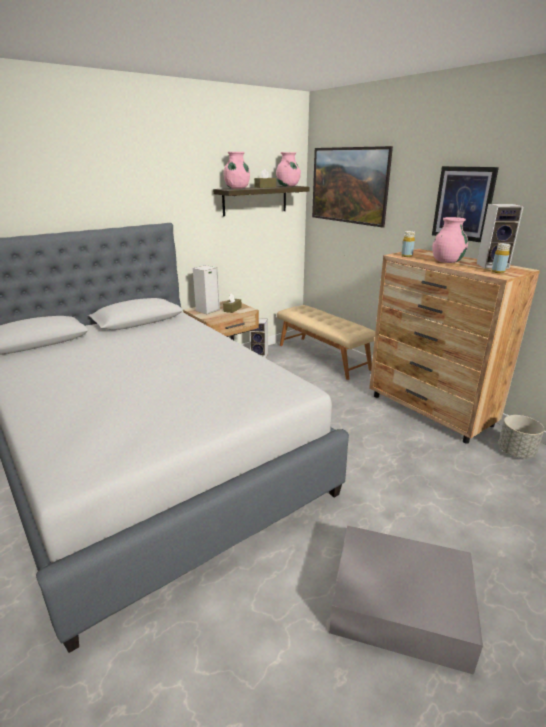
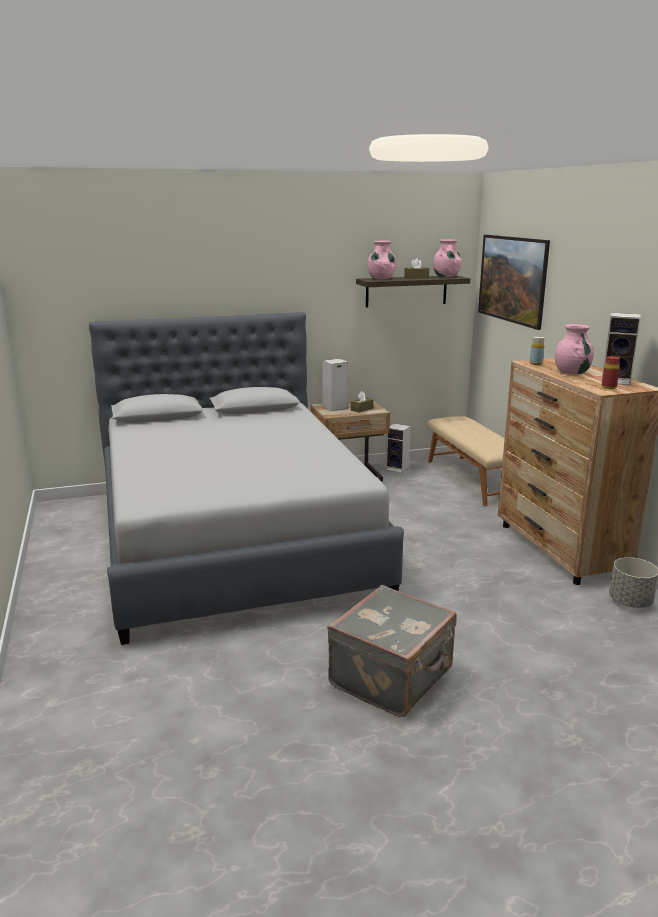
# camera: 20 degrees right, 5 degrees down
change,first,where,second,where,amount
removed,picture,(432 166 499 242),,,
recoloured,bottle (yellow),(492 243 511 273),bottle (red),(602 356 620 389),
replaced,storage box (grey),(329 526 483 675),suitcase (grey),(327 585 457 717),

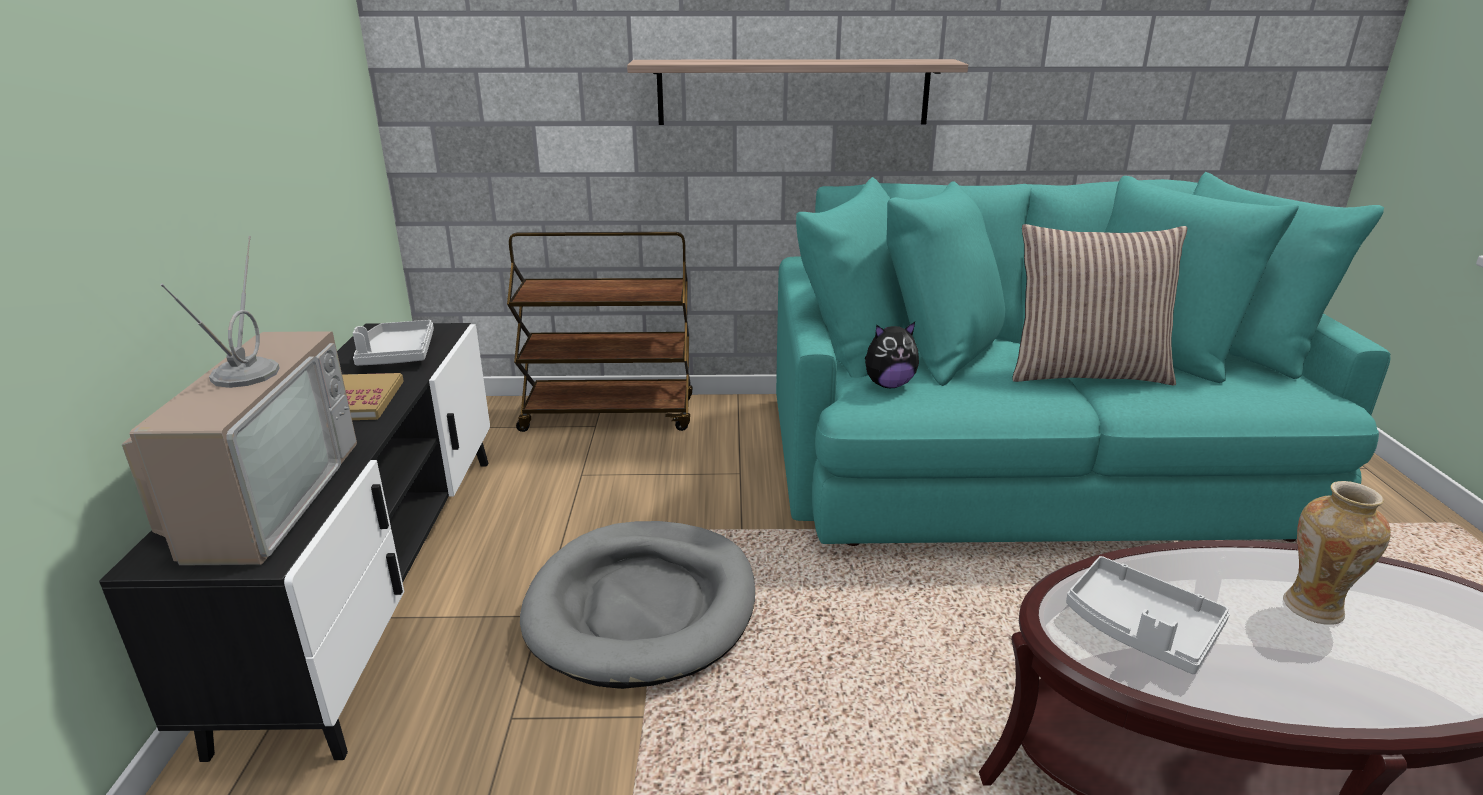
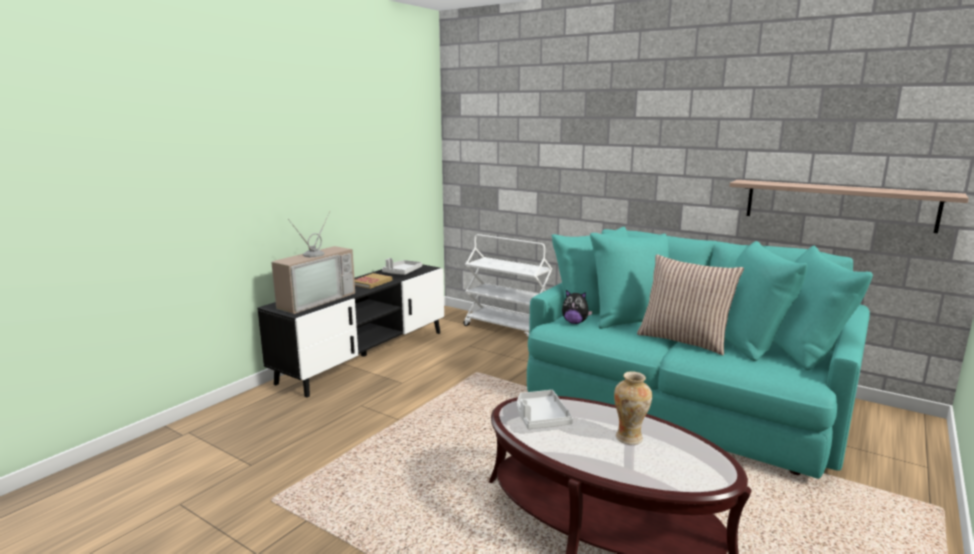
# camera: 35 degrees right, 10 degrees down
change,first,where,second,where,amount
moved,shelf,(627 59 968 125),,(729 180 969 233),
recoloured,cart (brown),(507 232 693 432),cart (white),(463 234 552 336),
removed,dog bed (grey),(520 521 755 689),,,

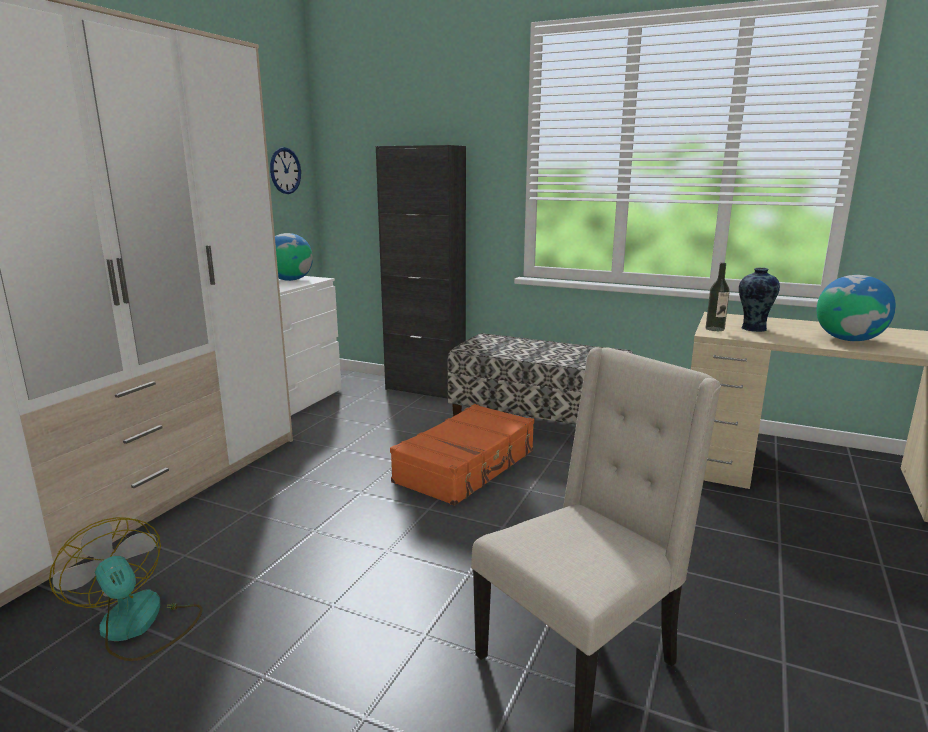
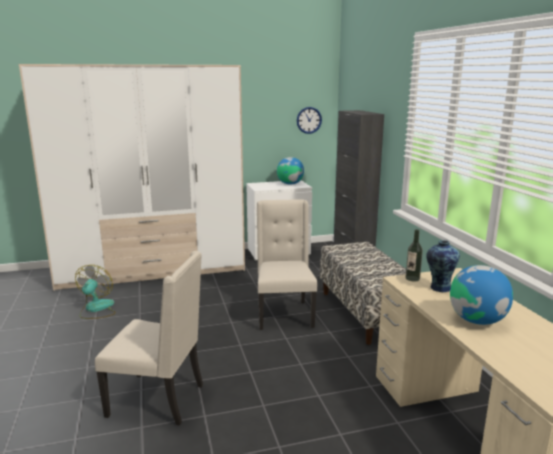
# camera: 50 degrees right, 0 degrees up
change,first,where,second,where,amount
replaced,suitcase (orange),(390 404 534 506),chair (beige),(257 199 317 330),

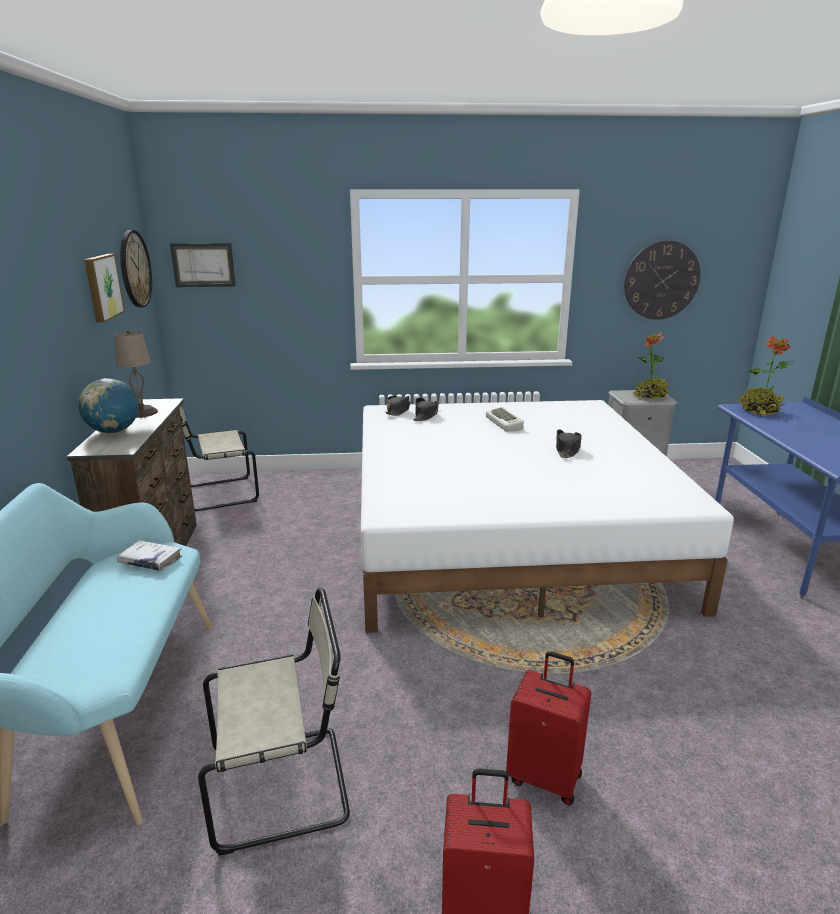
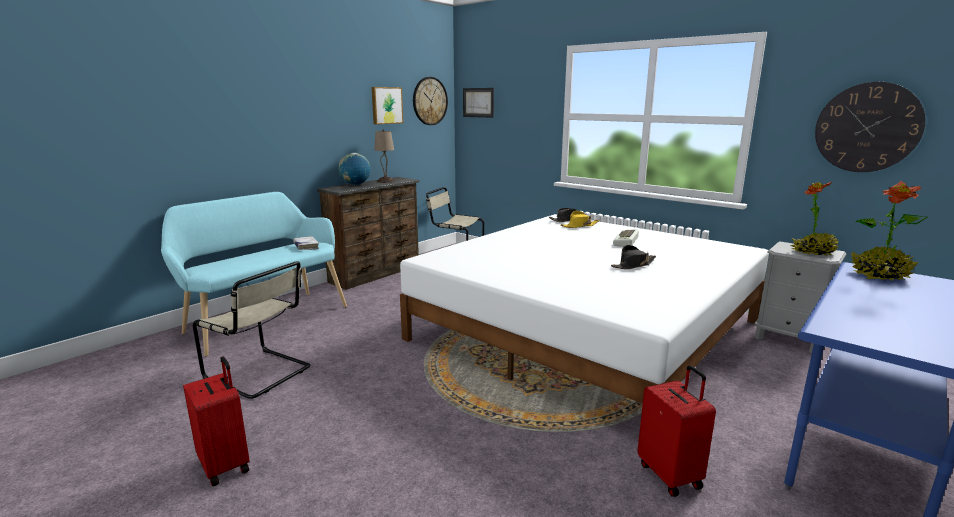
# camera: 45 degrees right, 5 degrees down
change,first,where,second,where,amount
recoloured,hat (black),(413 398 439 421),hat (yellow),(560 211 599 228),
moved,suitcase (red),(506 651 591 805),,(638 365 716 497),

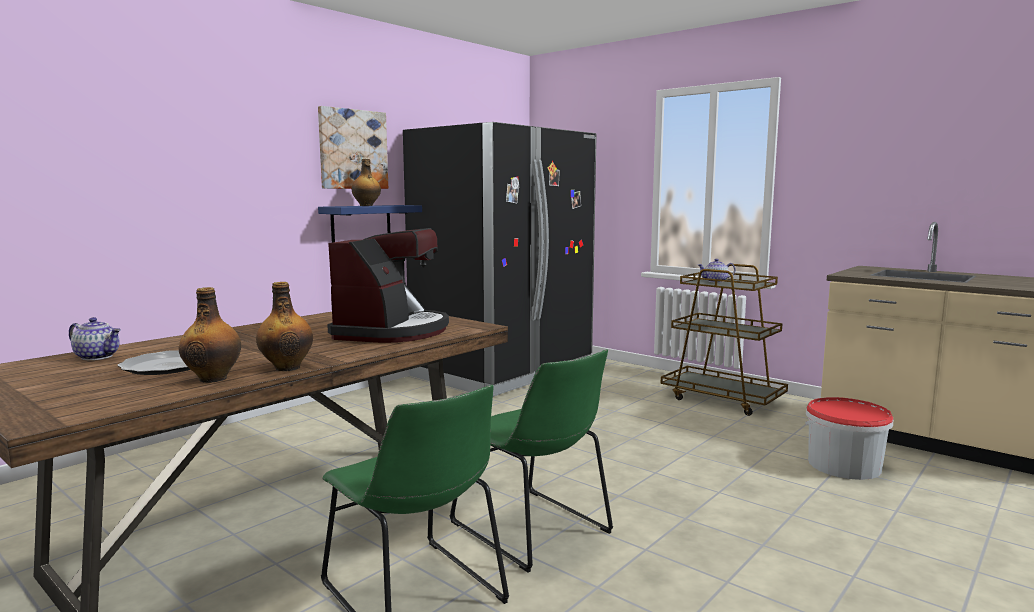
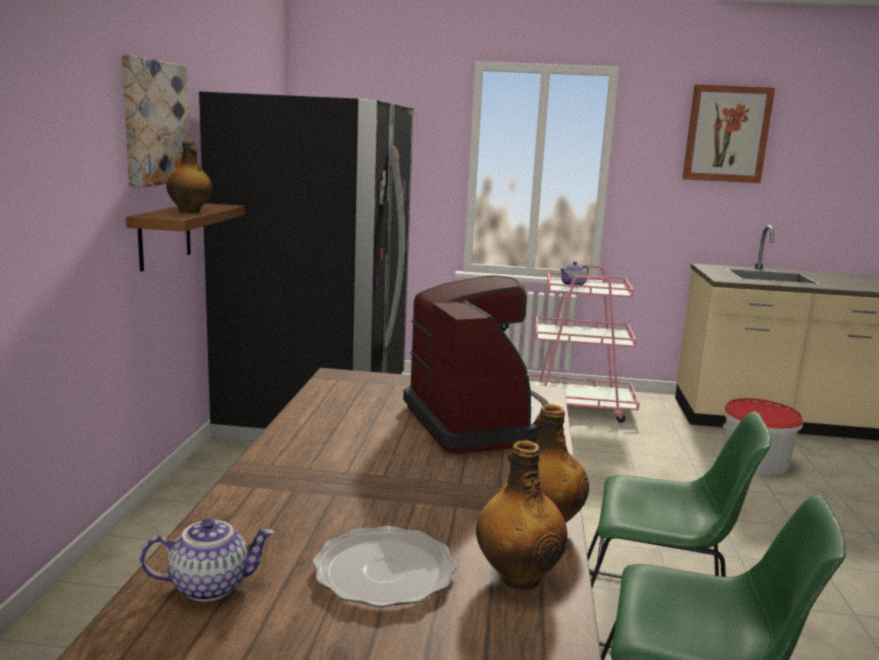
# camera: 35 degrees left, 5 degrees up
change,first,where,second,where,amount
recoloured,shelf (blue),(318 205 422 243),shelf (brown),(126 203 245 272),
recoloured,cart (brown),(660 264 788 416),cart (pink),(527 264 640 423),
added,,,picture,(683 85 775 183),

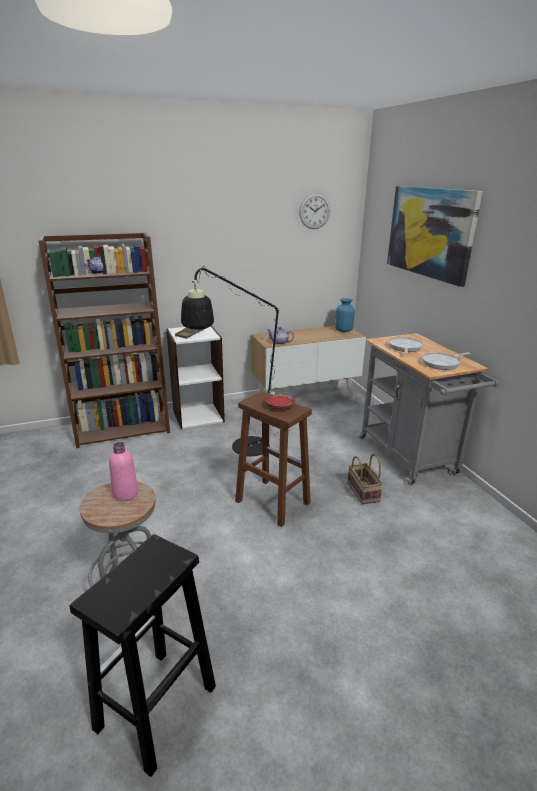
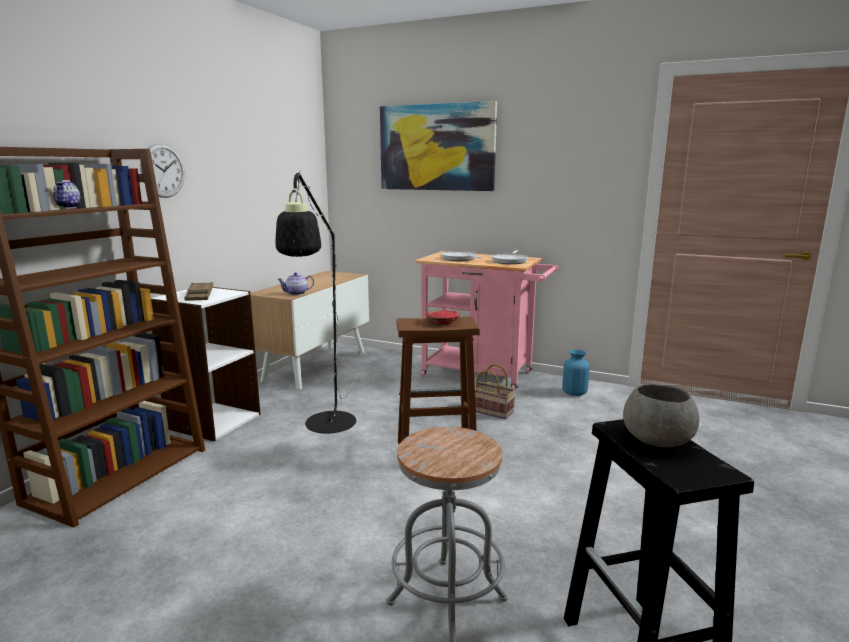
# camera: 45 degrees left, 10 degrees down
change,first,where,second,where,amount
moved,wall clock,(299 193 330 229),,(140 143 184 198),
moved,vase (blue),(335 298 355 332),,(562 349 590 396),
recoloured,cart (grey),(359 333 499 486),cart (pink),(415 251 558 389),
removed,bottle (pink),(109 442 138 501),,,
added,,,bowl (grey),(623 384 699 447),

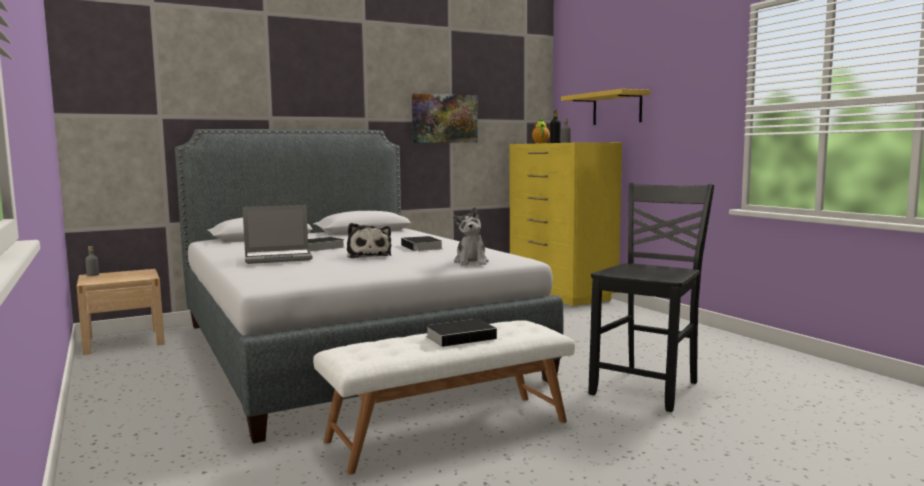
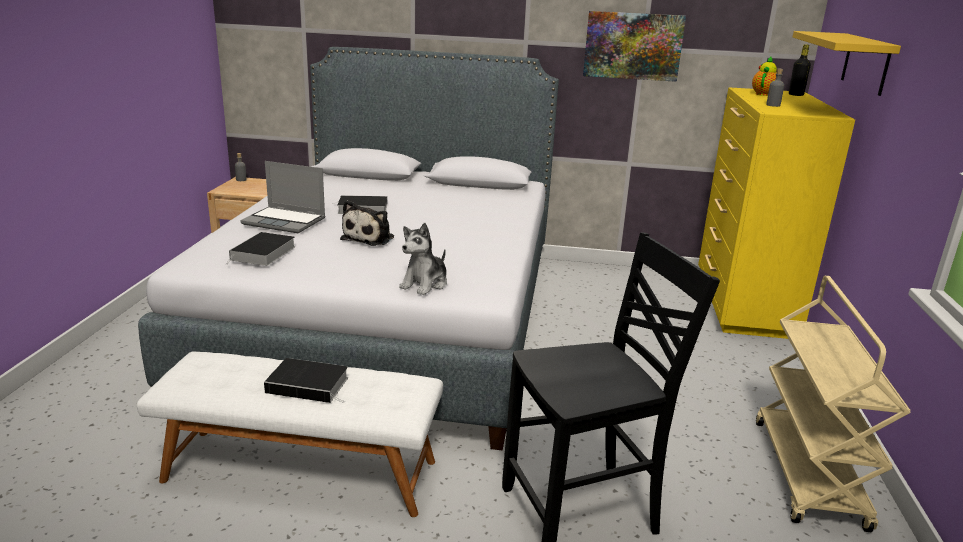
# camera: 35 degrees right, 15 degrees up
change,first,where,second,where,amount
moved,book,(401 236 442 252),,(226 232 296 266),
added,,,cart (beige),(756 276 911 532),

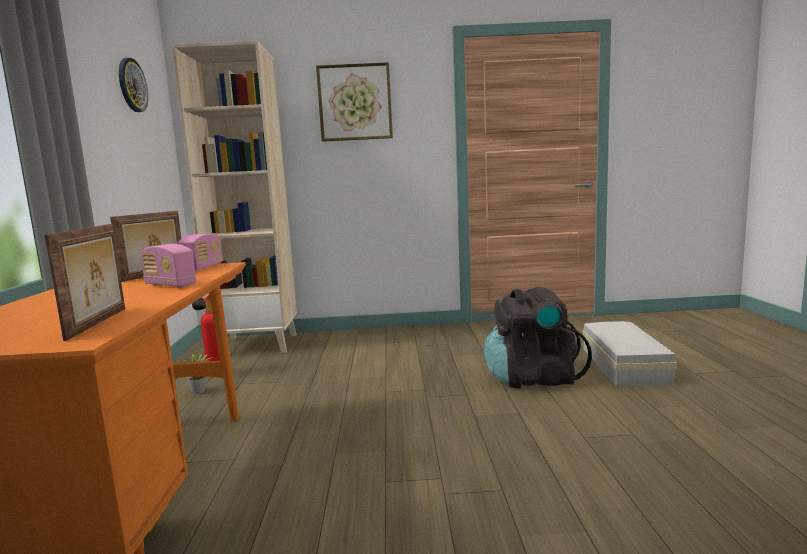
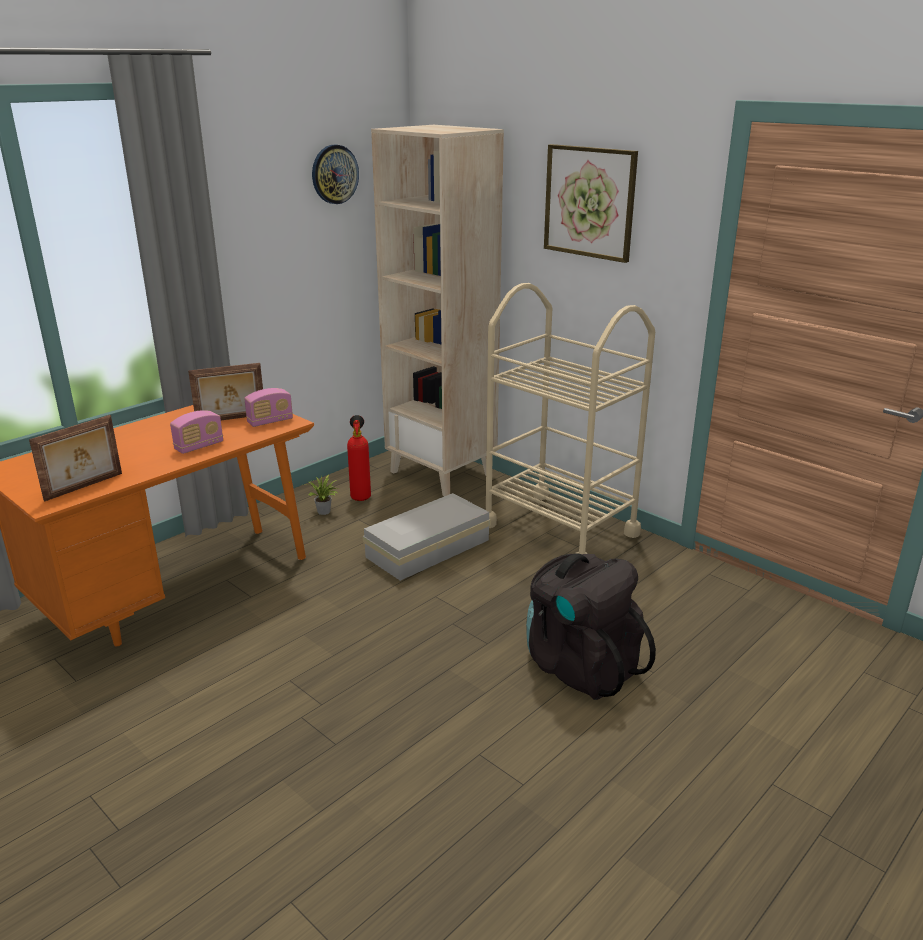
# camera: 45 degrees right, 15 degrees up
change,first,where,second,where,amount
turned,radio,(140 244 196 287),,(170 410 223 454),120 degrees counterclockwise
moved,storage box (white),(583 321 677 387),,(363 493 491 581),
added,,,cart (beige),(486 283 655 554),

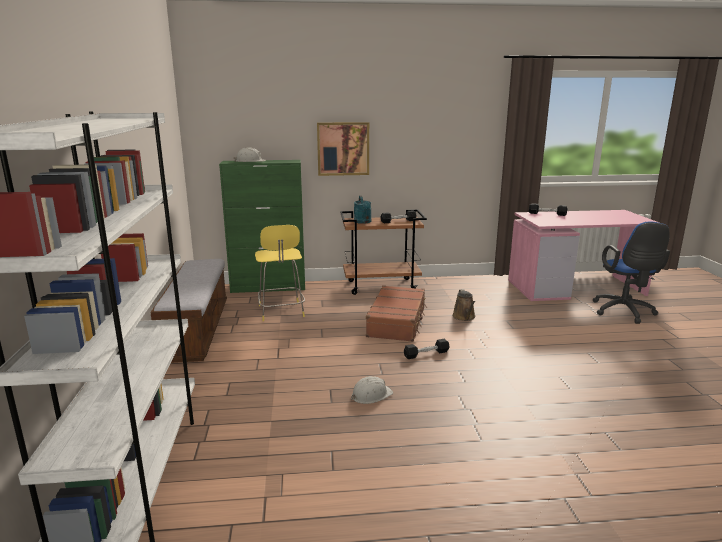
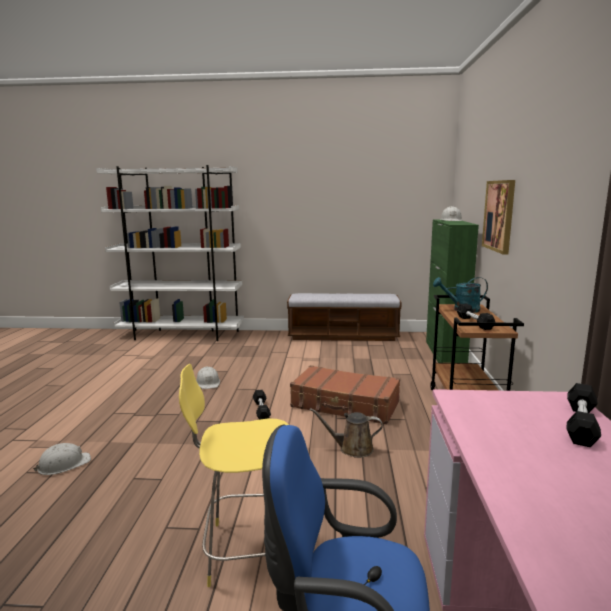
# camera: 100 degrees right, 5 degrees down
change,first,where,second,where,amount
moved,stool (yellow),(255 225 305 321),,(179 364 289 587),
added,,,hard hat (white),(34 443 91 475),

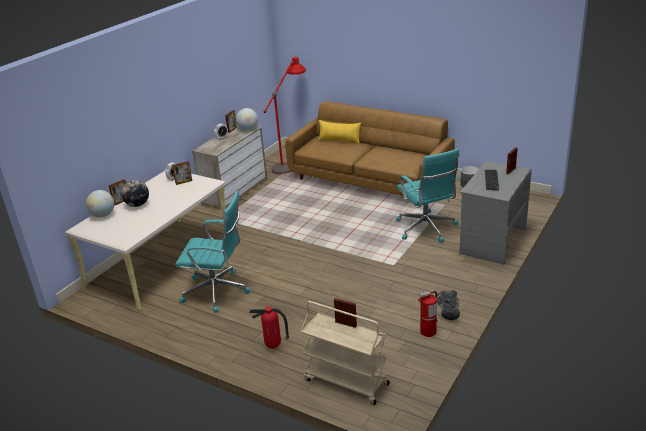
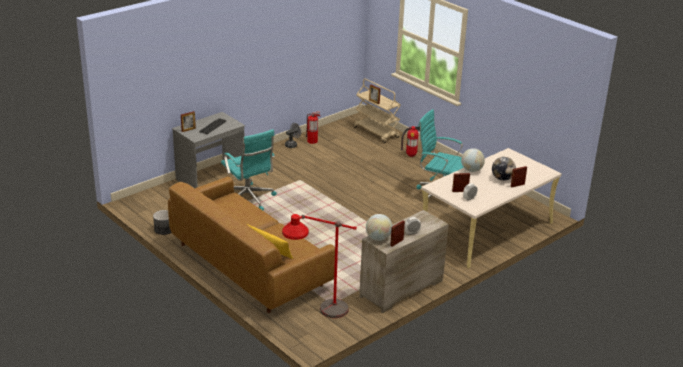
# camera: 165 degrees left, 0 degrees up
change,first,where,second,where,amount
turned,office chair (turquoise),(396 149 459 243),,(221 129 277 210),150 degrees clockwise
moved,globe,(86 190 114 217),,(461 148 485 172),

